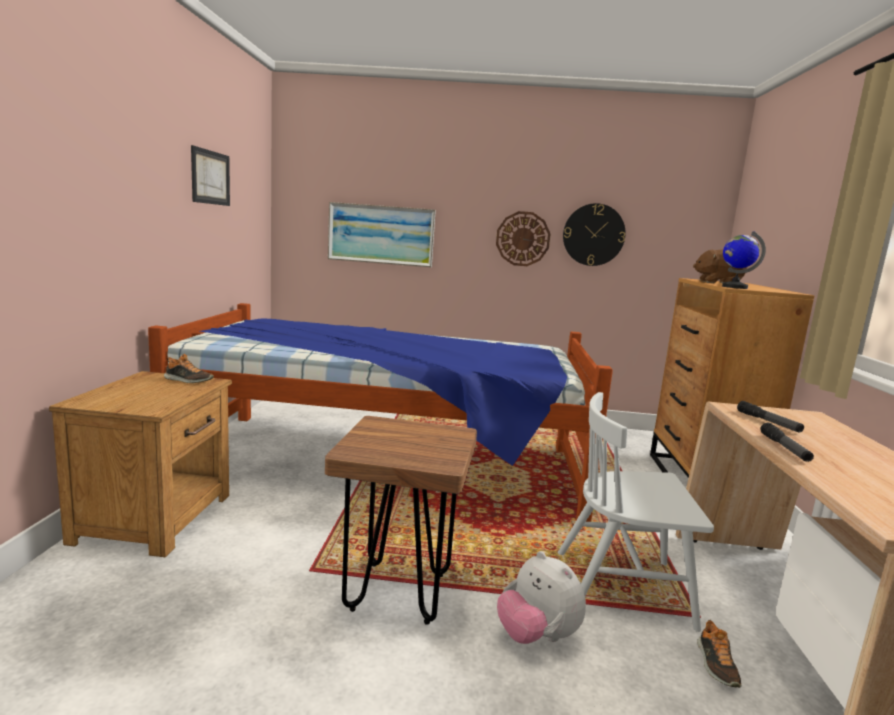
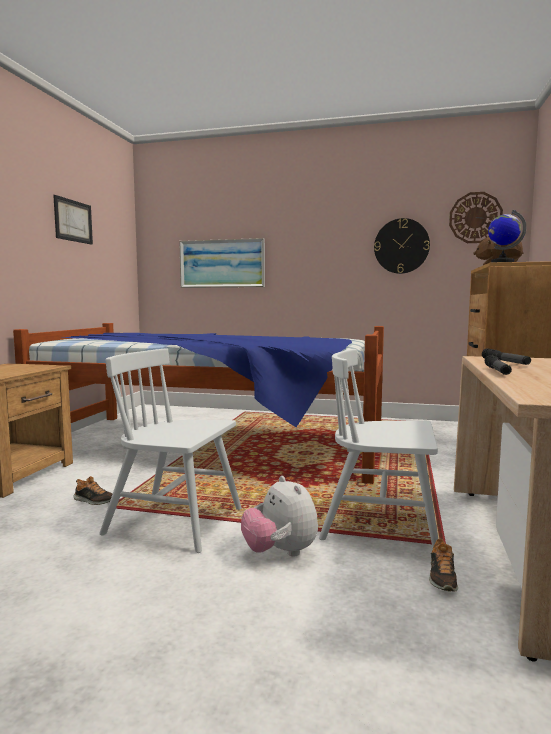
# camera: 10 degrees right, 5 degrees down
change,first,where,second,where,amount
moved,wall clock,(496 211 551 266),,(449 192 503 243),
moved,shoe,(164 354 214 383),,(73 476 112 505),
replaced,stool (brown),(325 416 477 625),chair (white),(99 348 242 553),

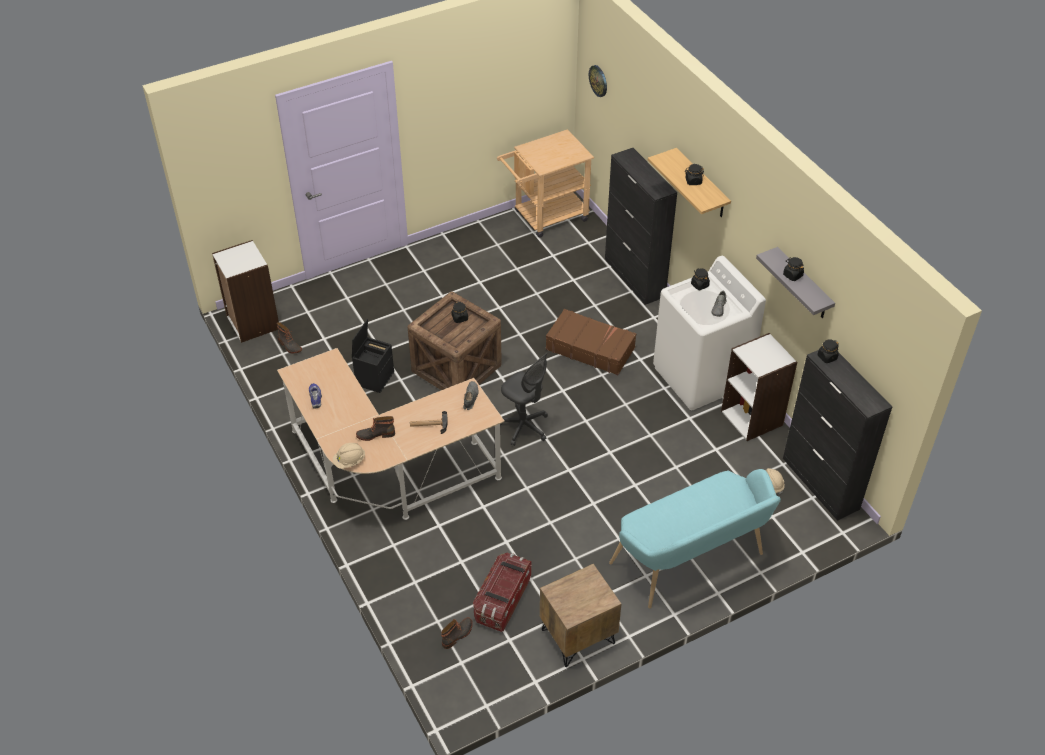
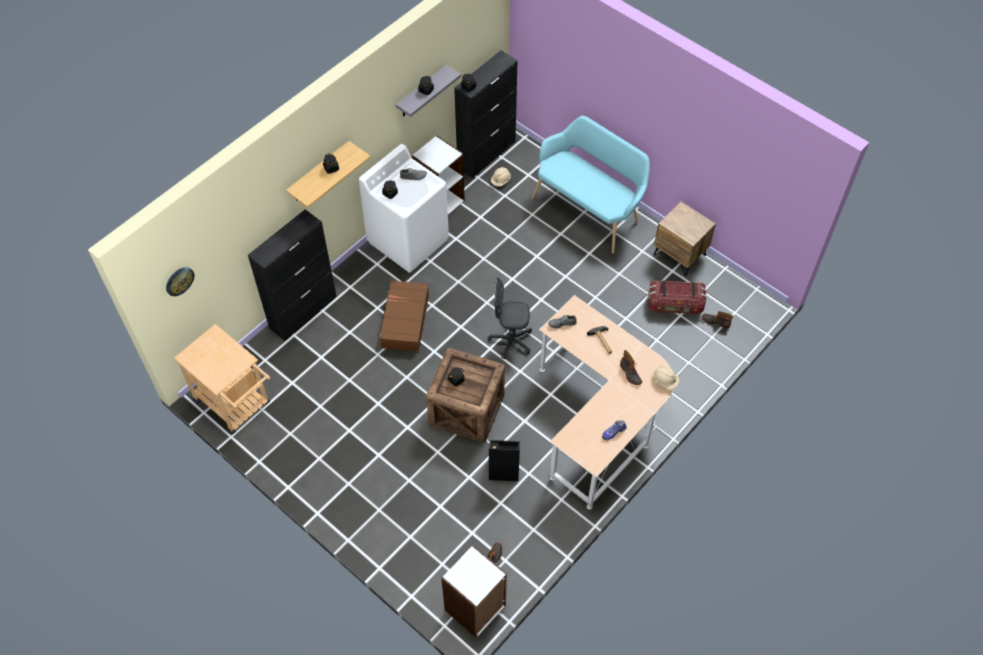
# camera: 110 degrees left, 10 degrees up
change,first,where,second,where,amount
turned,office chair (grey),(500 353 548 446),,(488 278 532 359),105 degrees counterclockwise

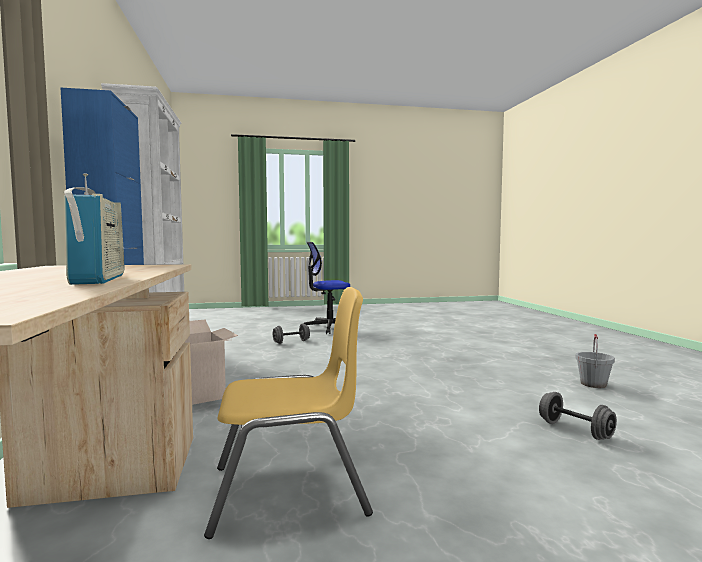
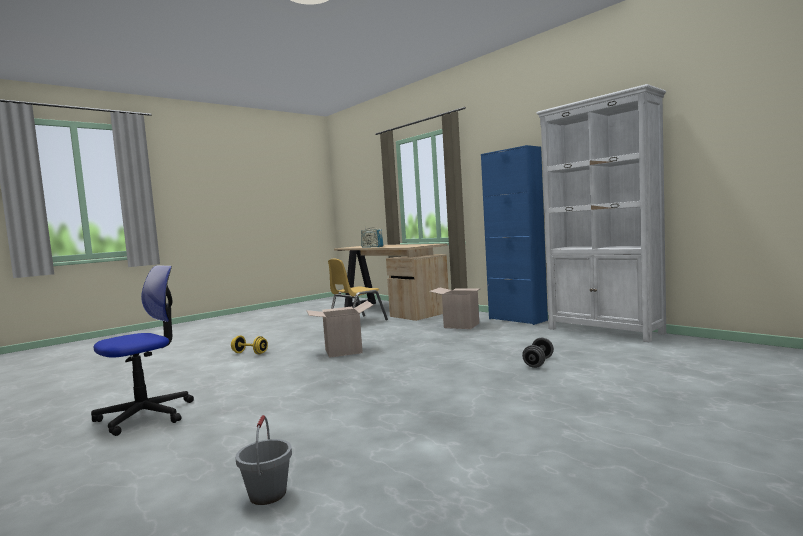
# camera: 150 degrees right, 0 degrees up
change,first,where,second,where,amount
moved,office chair,(304 242 350 334),,(91 265 194 436),
moved,bucket (grey),(576 334 615 388),,(235 415 292 505),
recoloured,dumbbell (grey),(539 392 617 440),dumbbell (yellow),(231 336 268 354),
added,,,cardboard box,(306 301 373 358),

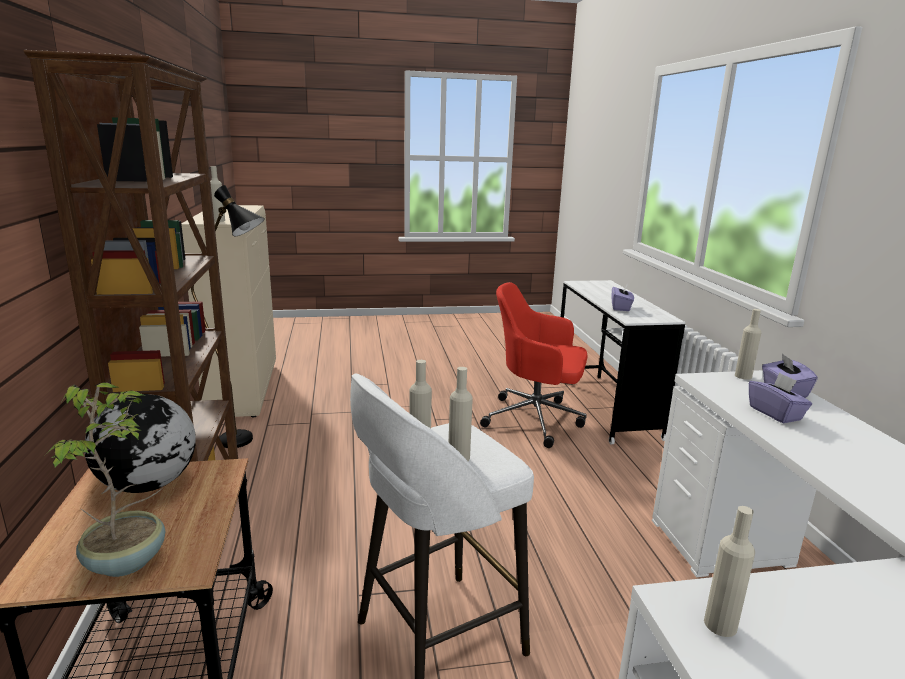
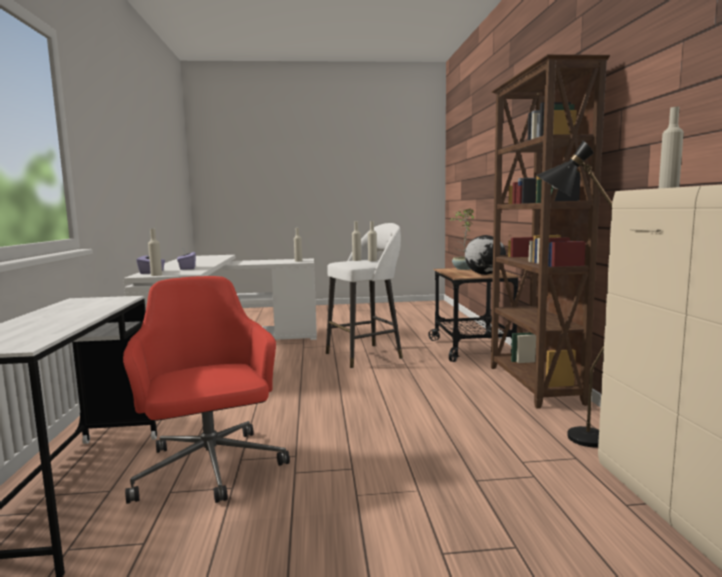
# camera: 175 degrees left, 10 degrees down
change,first,where,second,where,amount
turned,office chair (red),(480 282 588 448),,(123 276 290 504),135 degrees counterclockwise
removed,tissue box (purple),(611 284 634 311),,,

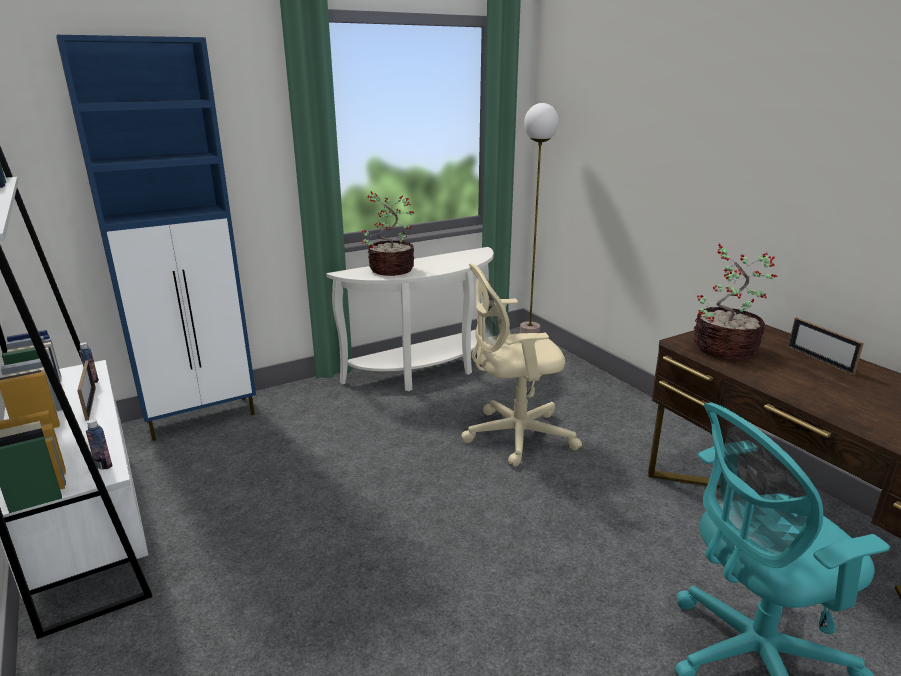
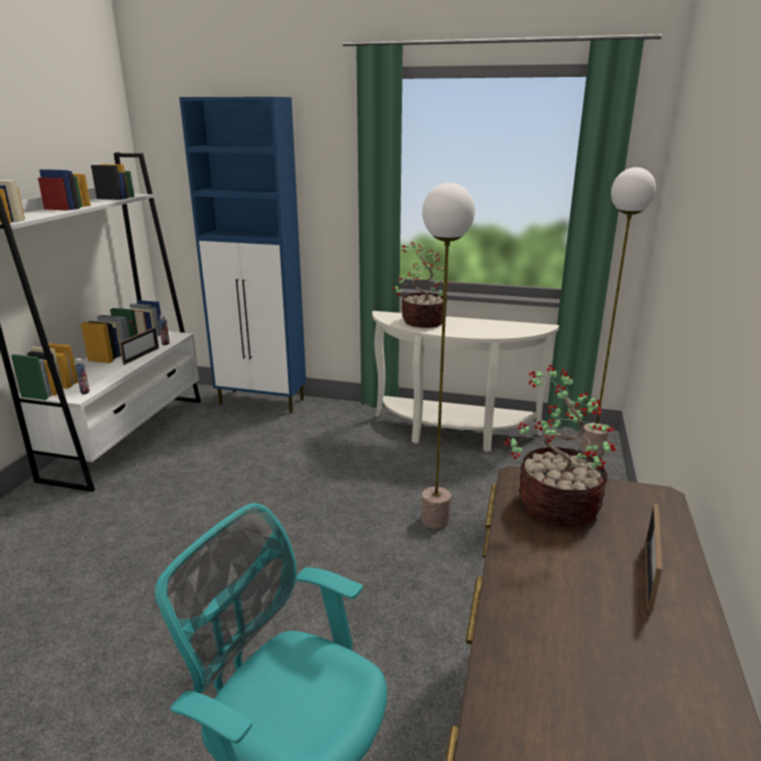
# camera: 45 degrees right, 0 degrees up
change,first,where,second,where,amount
replaced,office chair (beige),(461 263 582 467),floor lamp,(421 183 475 529),

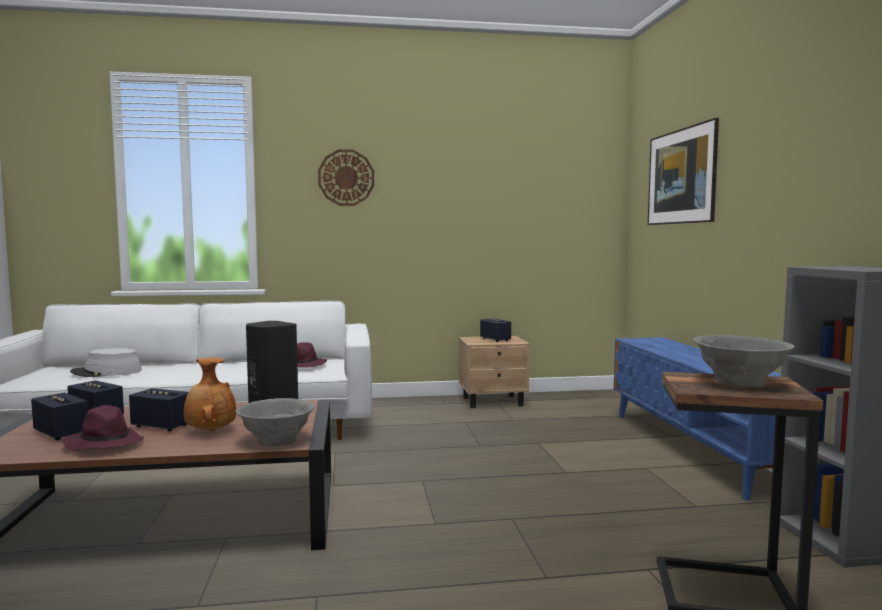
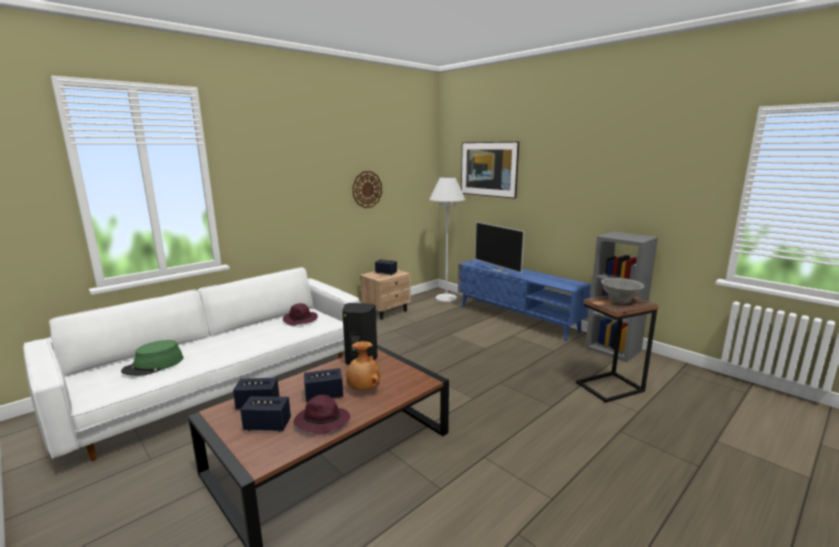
# camera: 35 degrees left, 10 degrees up
change,first,where,second,where,amount
moved,wall clock,(318 149 374 206),,(352 171 382 208),
recoloured,hat (grey),(70 348 142 377),hat (green),(121 340 183 376),
removed,bowl (grey),(236 398 315 447),,,
added,,,floor lamp (white),(429 177 466 302),
added,,,television,(475 222 524 275),

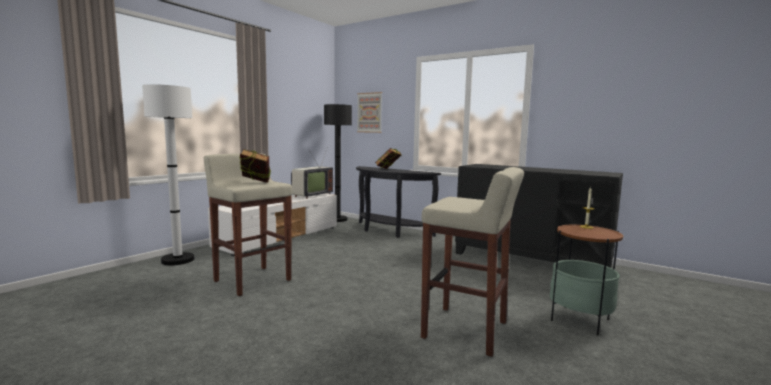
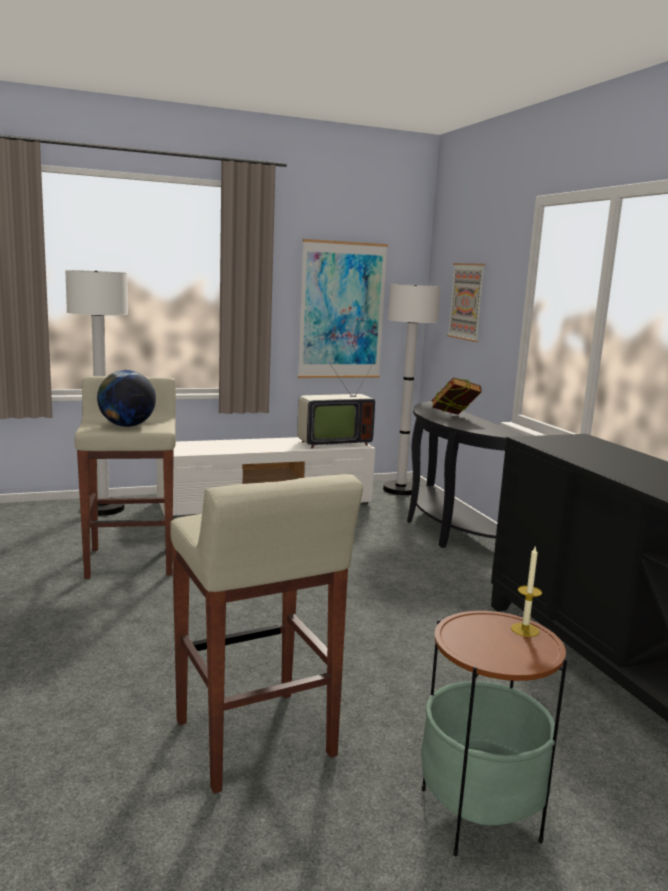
# camera: 35 degrees right, 5 degrees up
change,first,where,second,where,amount
recoloured,floor lamp (black),(324 104 352 222),floor lamp (white),(383 284 441 495),
replaced,book,(239 149 271 183),globe,(97 370 156 427),
added,,,picture,(298 239 388 378),

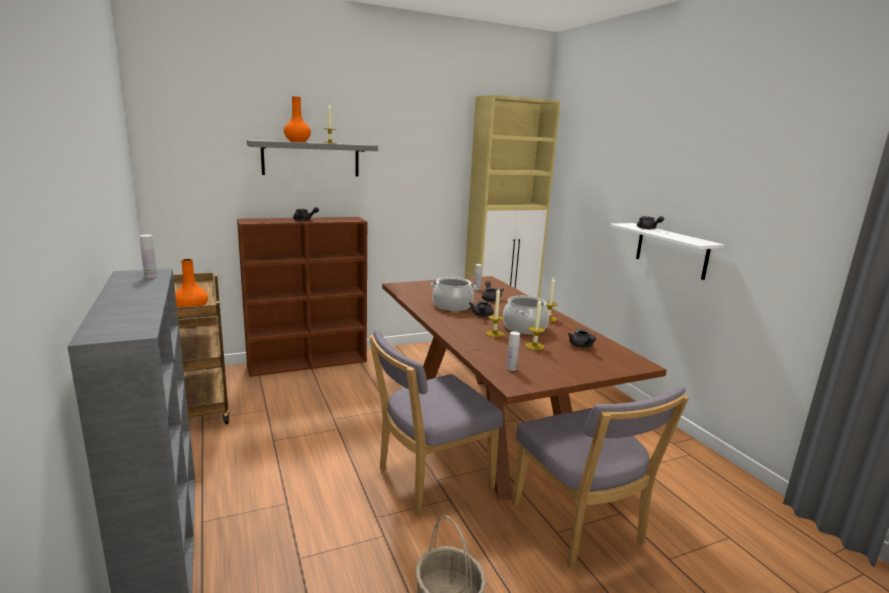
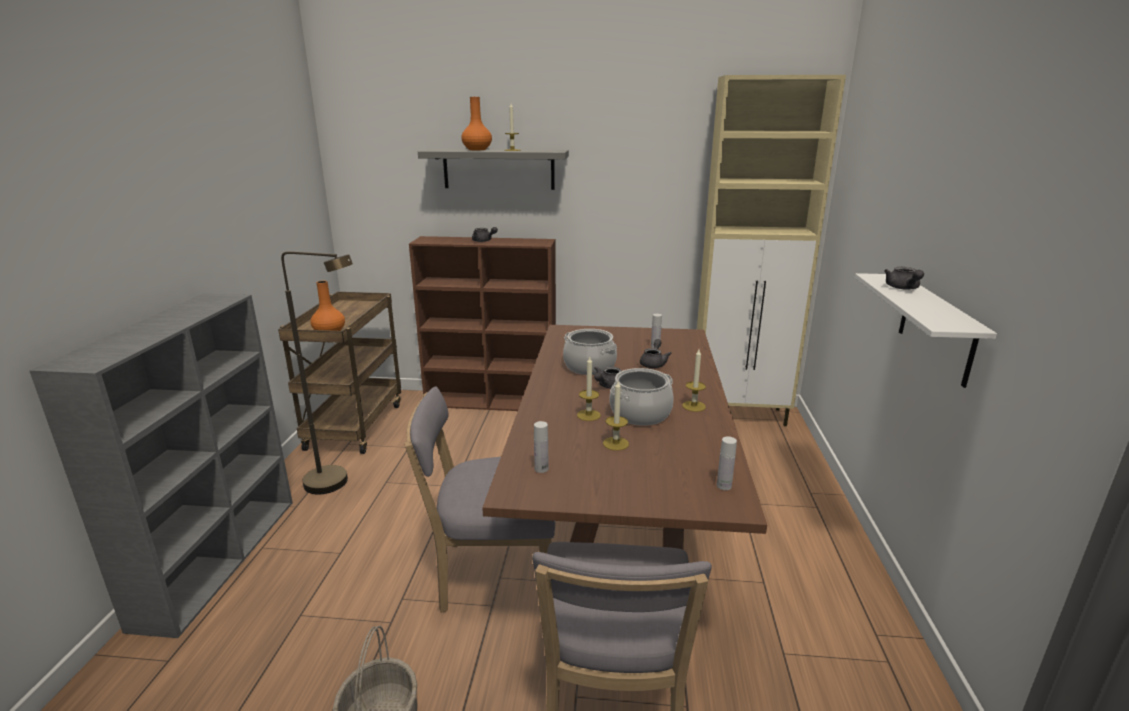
# camera: 30 degrees right, 5 degrees up
change,first,where,second,where,amount
moved,bottle (white),(140 235 157 278),,(717 437 737 490),
removed,teapot (grey),(568 329 596 348),,,
added,,,floor lamp (brown),(281 252 353 494),

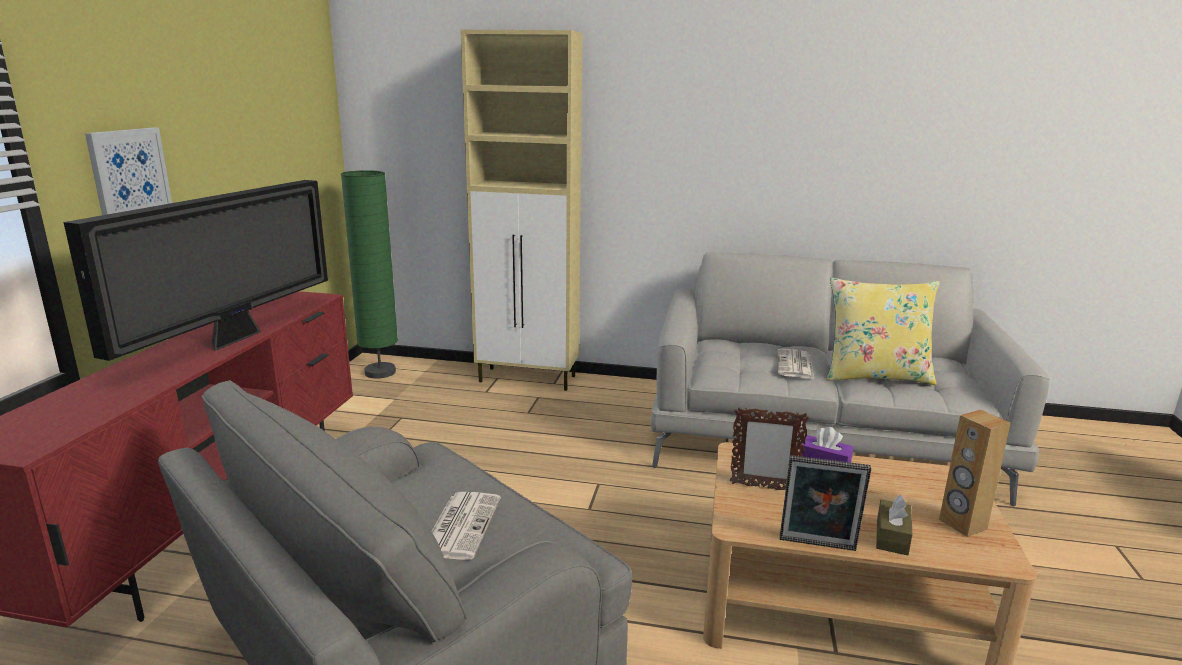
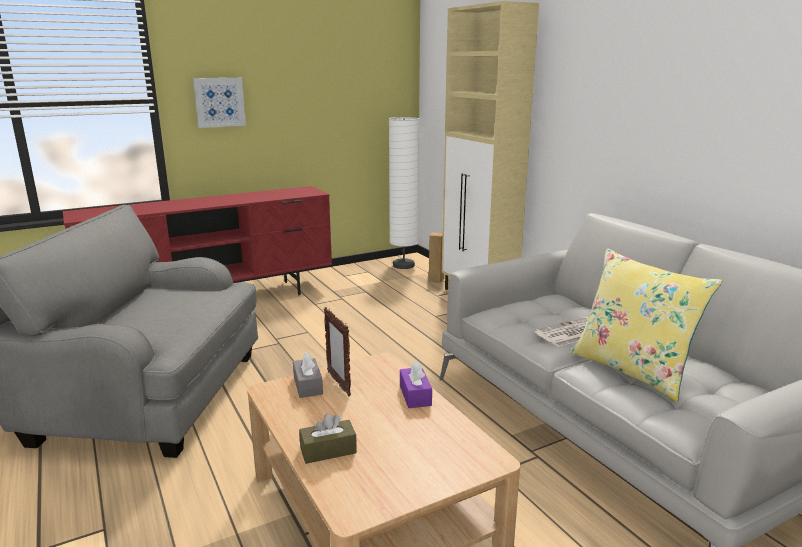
# camera: 50 degrees right, 0 degrees up
change,first,where,second,where,amount
recoloured,floor lamp (green),(341 170 398 379),floor lamp (white),(389 117 419 269),
removed,television,(64 180 328 361),,,
moved,speaker (brown),(939 410 1011 537),,(429 232 445 283),
removed,picture frame,(780 455 871 551),,,
removed,newspaper,(431 492 501 560),,,
added,,,tissue box (grey),(293 352 323 398),

